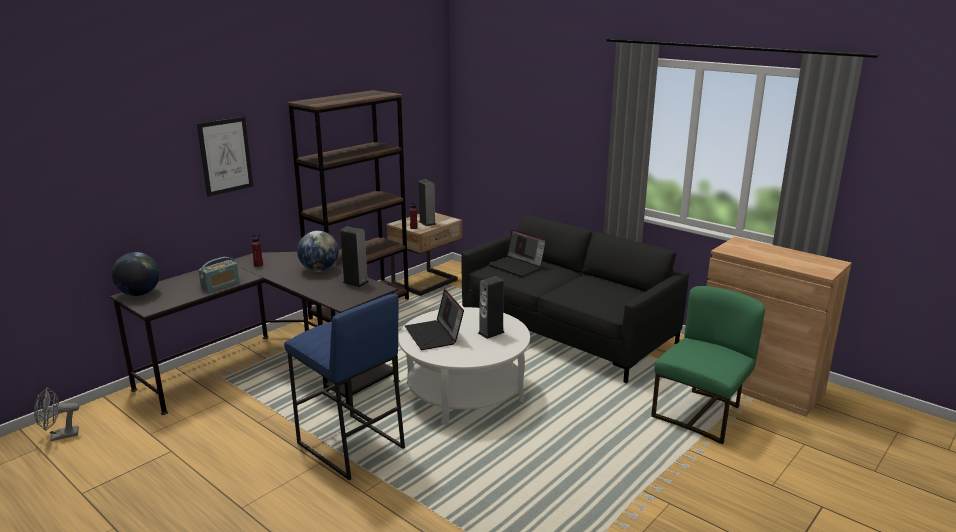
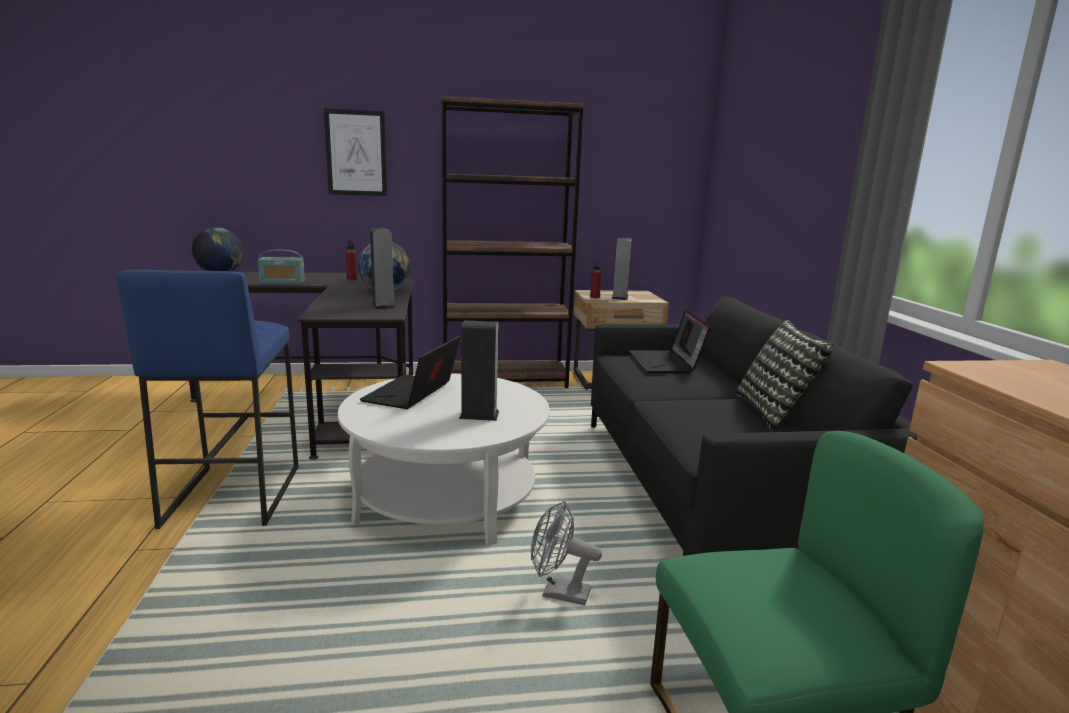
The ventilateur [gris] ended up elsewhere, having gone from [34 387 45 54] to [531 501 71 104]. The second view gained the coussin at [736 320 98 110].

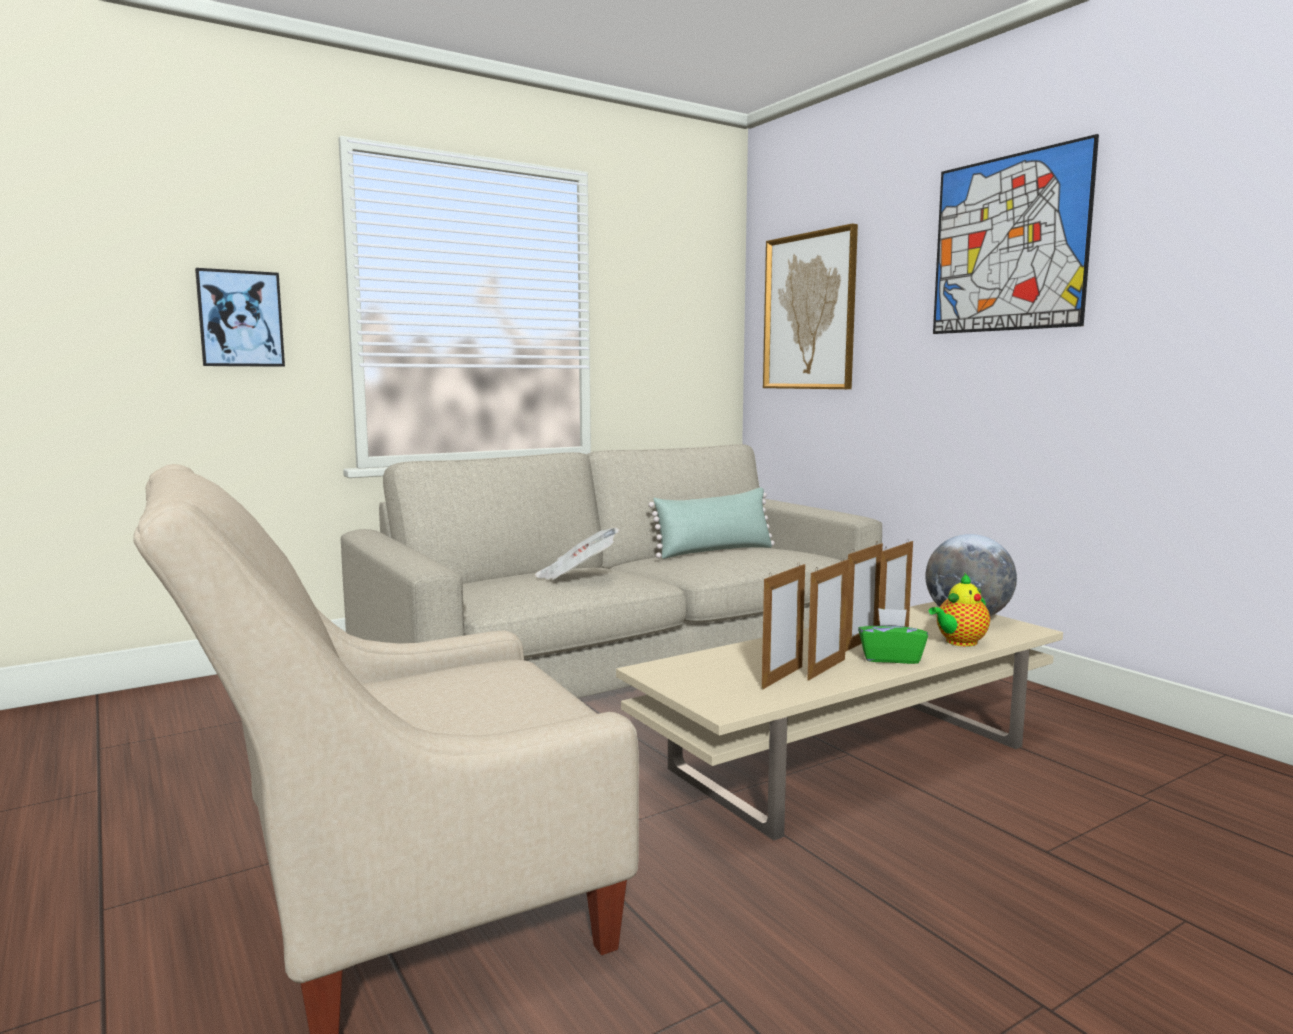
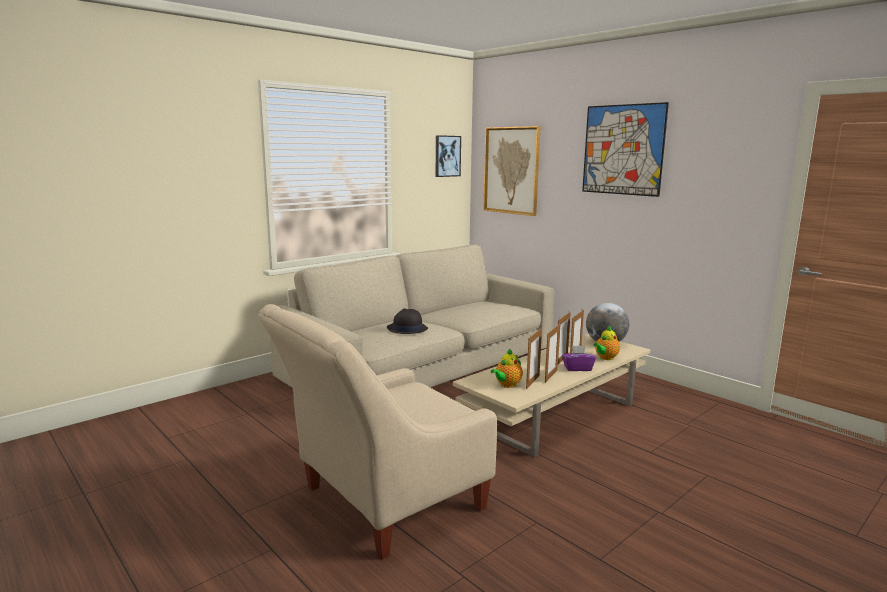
The tableau ended up elsewhere, having gone from [195 268 90 99] to [436 135 25 42]. Where the journal stood at [535 528 85 52], the chapeau [noir] came to stand at [387 308 41 26]. The second view lost the coussin [vert] at [648 487 127 72]. What was the boîte à mouchoirs [vert] at [858 608 70 56] turned into the boîte à mouchoirs [violet] at [562 345 34 26]. The second view gained the théière at [491 349 32 39].

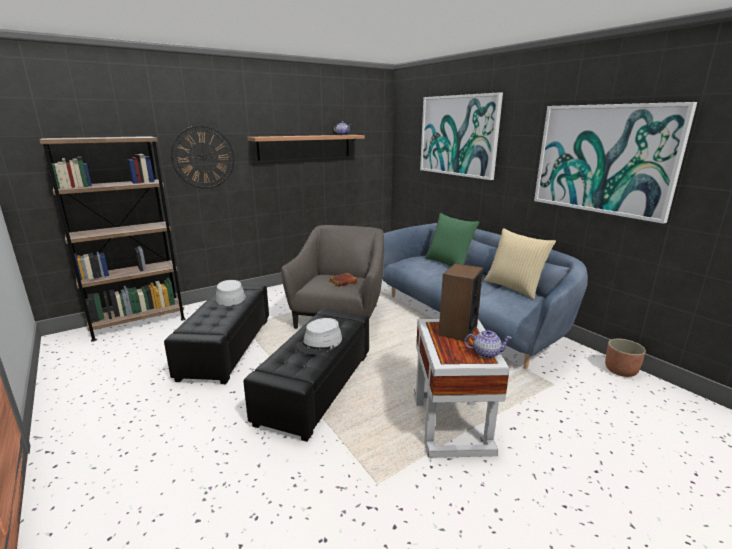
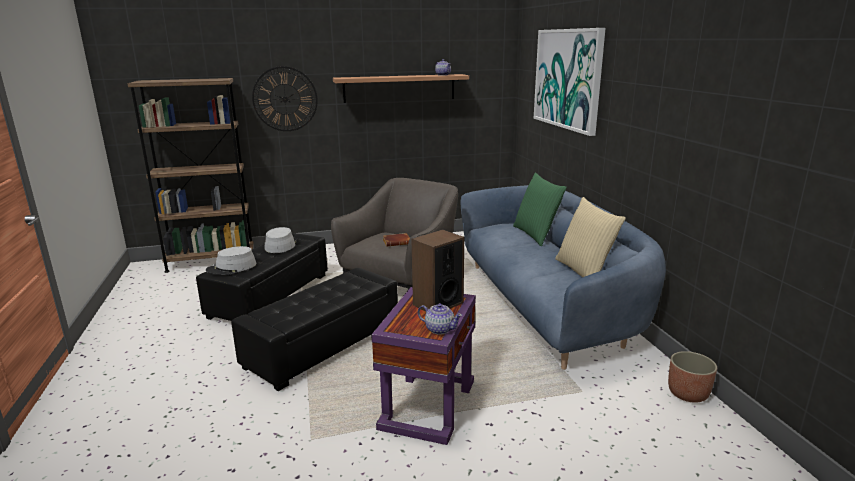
The chapeau [gris] ended up elsewhere, having gone from [296 318 46 37] to [206 246 50 29]. What was the table d'appoint [blanc] at [414 319 96 139] turned into the table d'appoint [violet] at [371 287 105 158]. The second view lost the tableau at [534 102 163 122].

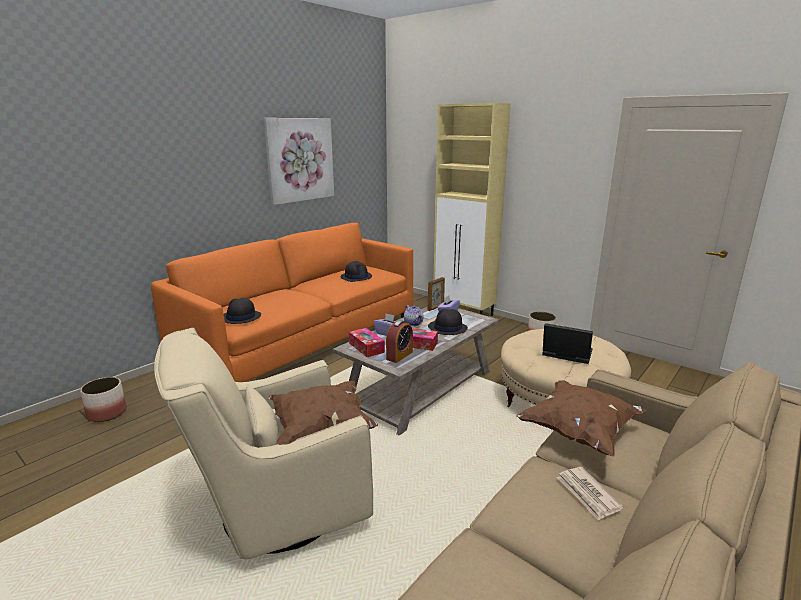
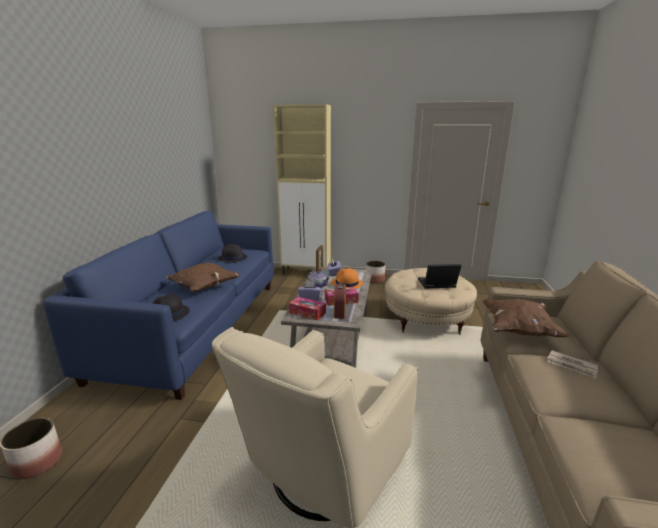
What was the canapé [orange] at [151 223 262 159] turned into the canapé [bleu] at [44 211 230 189]. The second view lost the tableau at [264 118 70 87]. The coussin [marron] ended up elsewhere, having gone from [268 381 110 64] to [165 263 76 29]. What was the chapeau [noir] at [428 309 40 26] turned into the chapeau [orange] at [331 268 32 21].

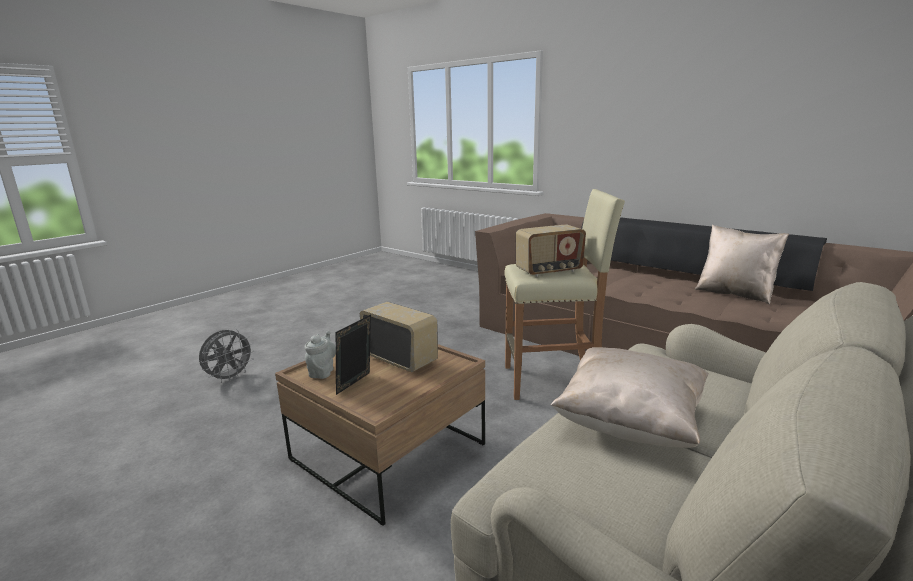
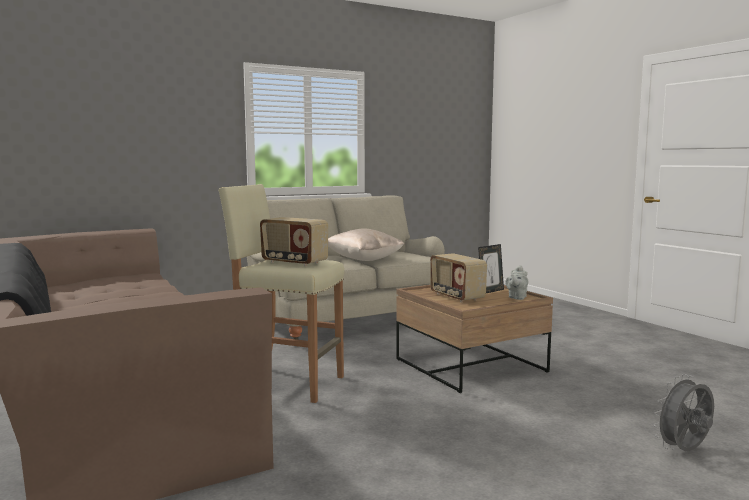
The radio at [516 224 70 53] ended up facing another way, 150 degrees counterclockwise from before. The second view lost the coussin [beige] at [695 225 94 80].

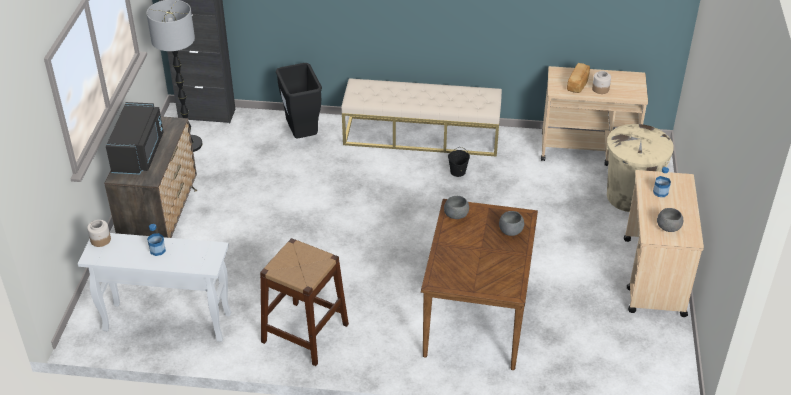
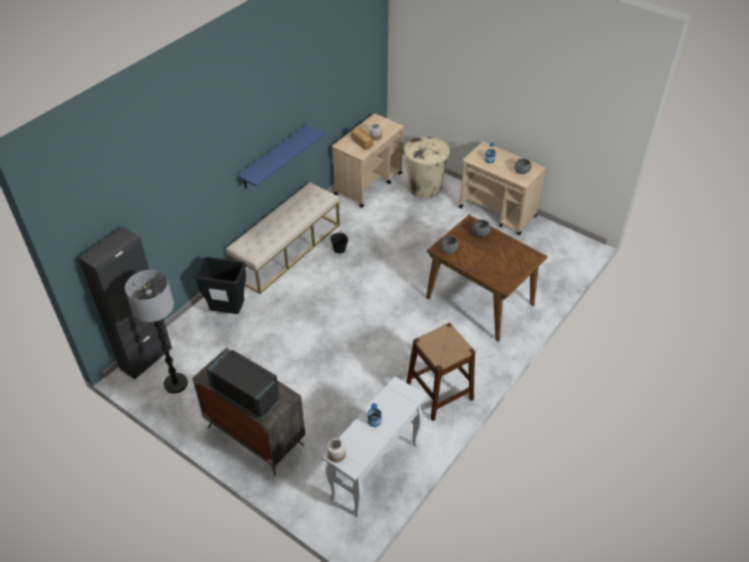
The second view gained the étagère [bleu] at [237 125 88 63].

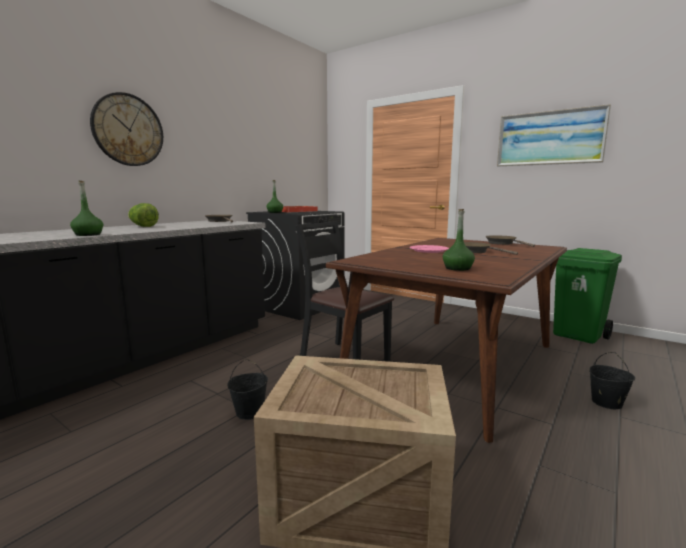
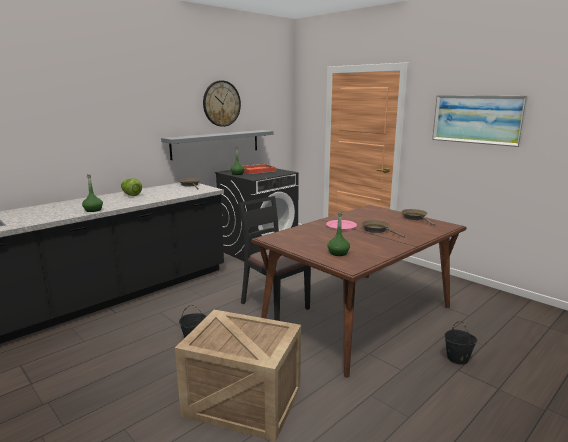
The horloge murale ended up elsewhere, having gone from [90 92 73 74] to [203 80 38 47]. The second view lost the poubelle [vert] at [553 248 69 96]. The second view gained the étagère [gris] at [161 130 112 30].

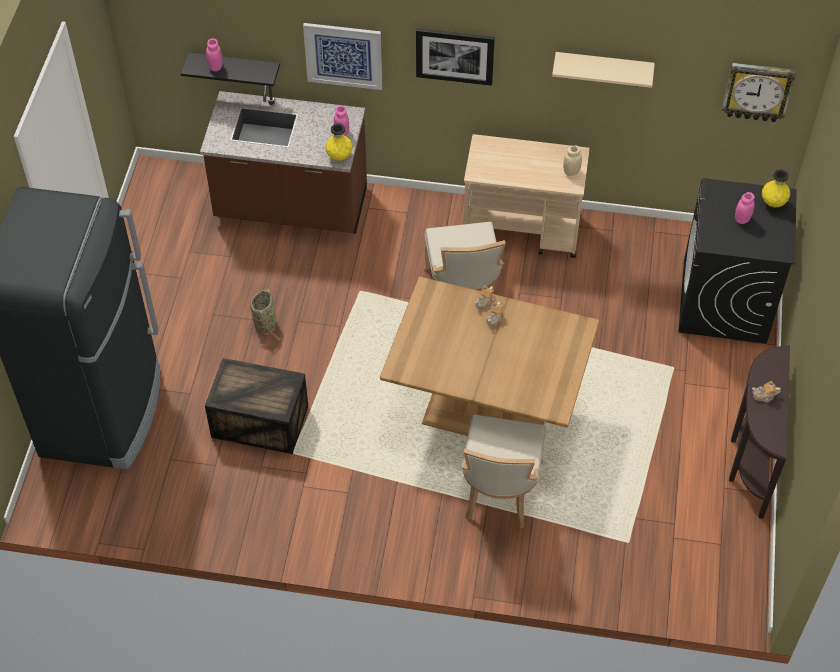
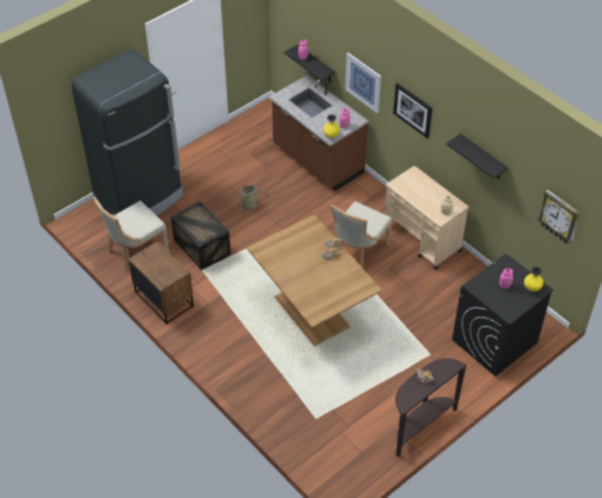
The chaise [beige] ended up elsewhere, having gone from [461 414 85 115] to [93 196 77 75]. What was the étagère [beige] at [552 52 103 36] turned into the étagère [noir] at [446 134 62 45]. The second view gained the table de chevet [marron] at [128 241 65 83].

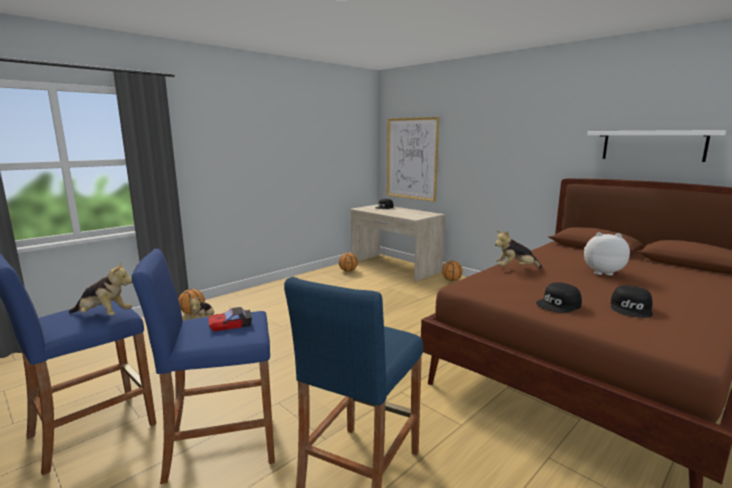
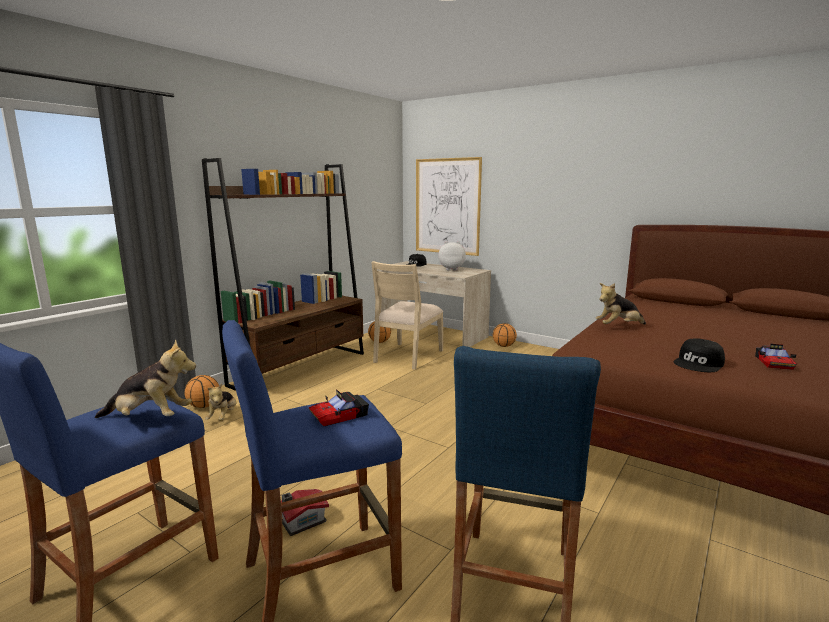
The peluche ended up elsewhere, having gone from [584 232 46 44] to [438 241 28 30]. The second view lost the étagère [blanc] at [587 130 139 32]. Where the casquette [noir] stood at [611 285 42 33], the petite voiture came to stand at [755 344 41 26]. The second view gained the bibliothèque [marron] at [202 158 162 233]. The second view gained the maison miniature at [281 489 48 47]. The second view gained the chaise [beige] at [371 261 72 109].

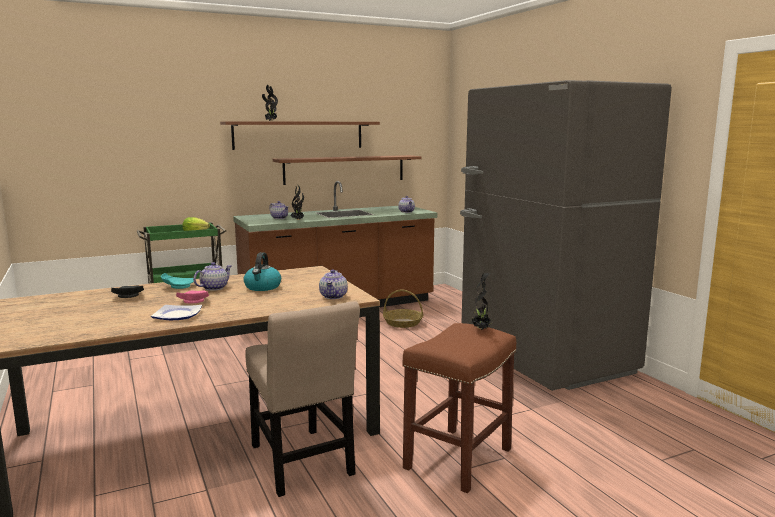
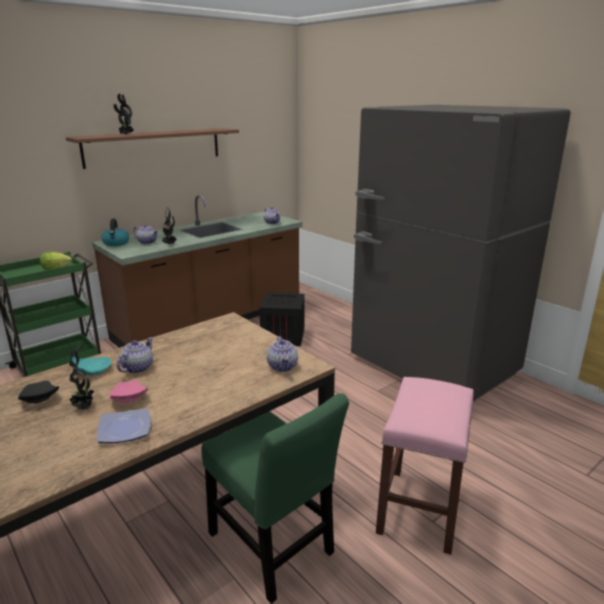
The bouilloire ended up elsewhere, having gone from [243 252 38 39] to [101 219 28 27]. What was the chaise [beige] at [245 301 115 196] turned into the chaise [vert] at [202 393 147 211]. The second view lost the étagère [marron] at [273 155 148 30]. Where the panier stood at [383 289 40 39], the caisse came to stand at [259 293 46 53]. What was the tabouret [marron] at [403 323 114 170] turned into the tabouret [rose] at [376 377 98 178]. The plante en pot ended up elsewhere, having gone from [471 273 21 57] to [69 345 27 65].

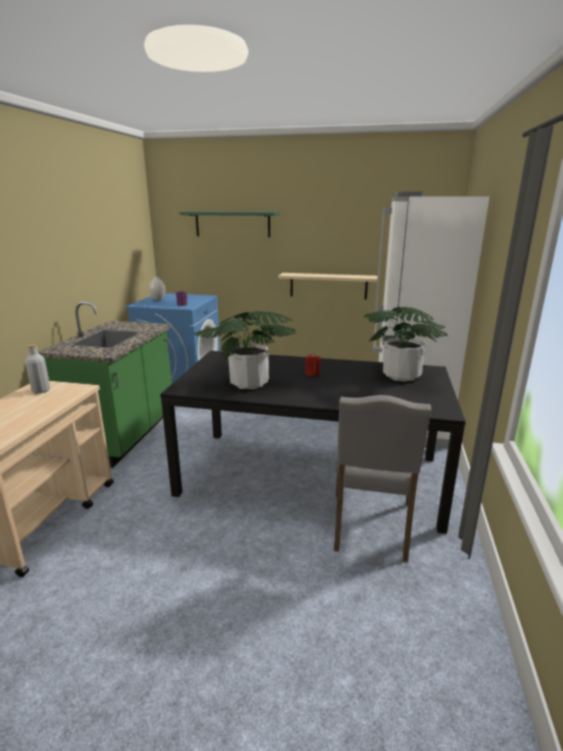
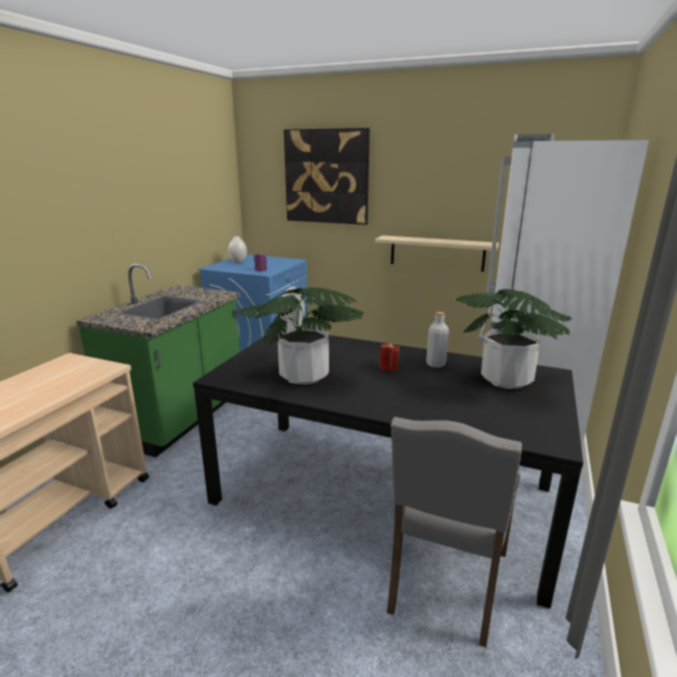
The bouteille [gris] ended up elsewhere, having gone from [25 344 25 50] to [426 312 23 56]. Where the étagère [vert] hung at [179 211 100 26], the tableau came to hang at [284 128 86 97].

